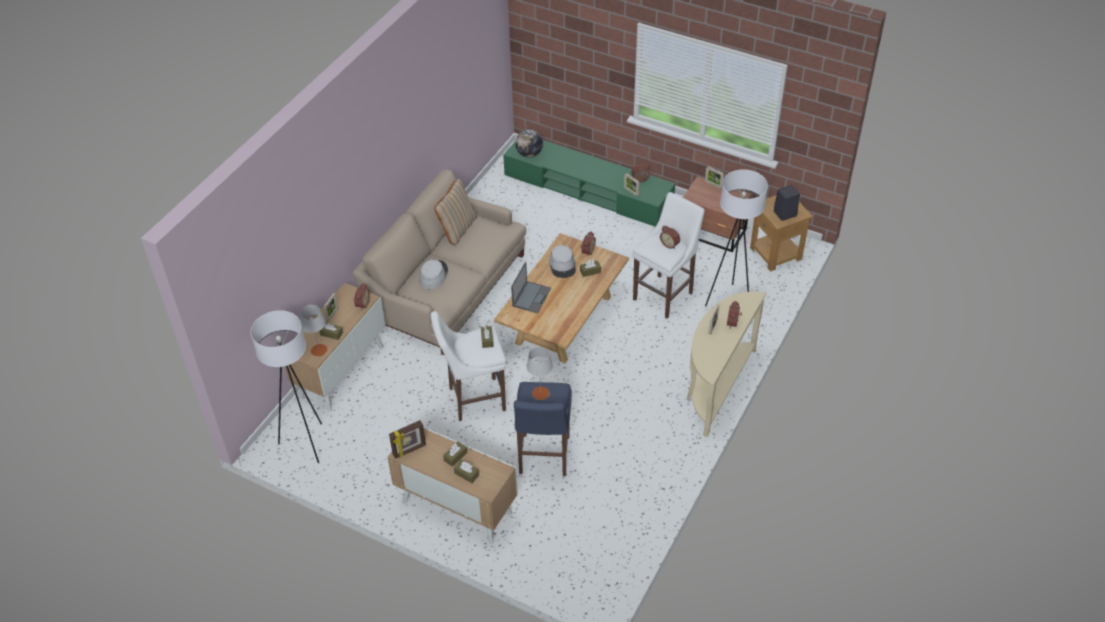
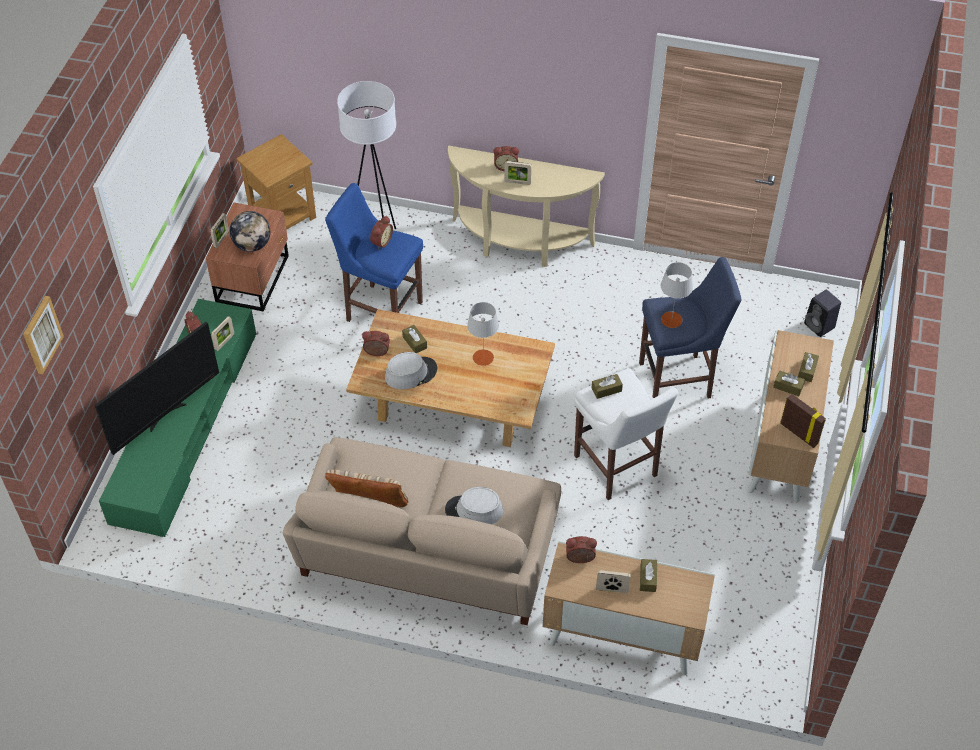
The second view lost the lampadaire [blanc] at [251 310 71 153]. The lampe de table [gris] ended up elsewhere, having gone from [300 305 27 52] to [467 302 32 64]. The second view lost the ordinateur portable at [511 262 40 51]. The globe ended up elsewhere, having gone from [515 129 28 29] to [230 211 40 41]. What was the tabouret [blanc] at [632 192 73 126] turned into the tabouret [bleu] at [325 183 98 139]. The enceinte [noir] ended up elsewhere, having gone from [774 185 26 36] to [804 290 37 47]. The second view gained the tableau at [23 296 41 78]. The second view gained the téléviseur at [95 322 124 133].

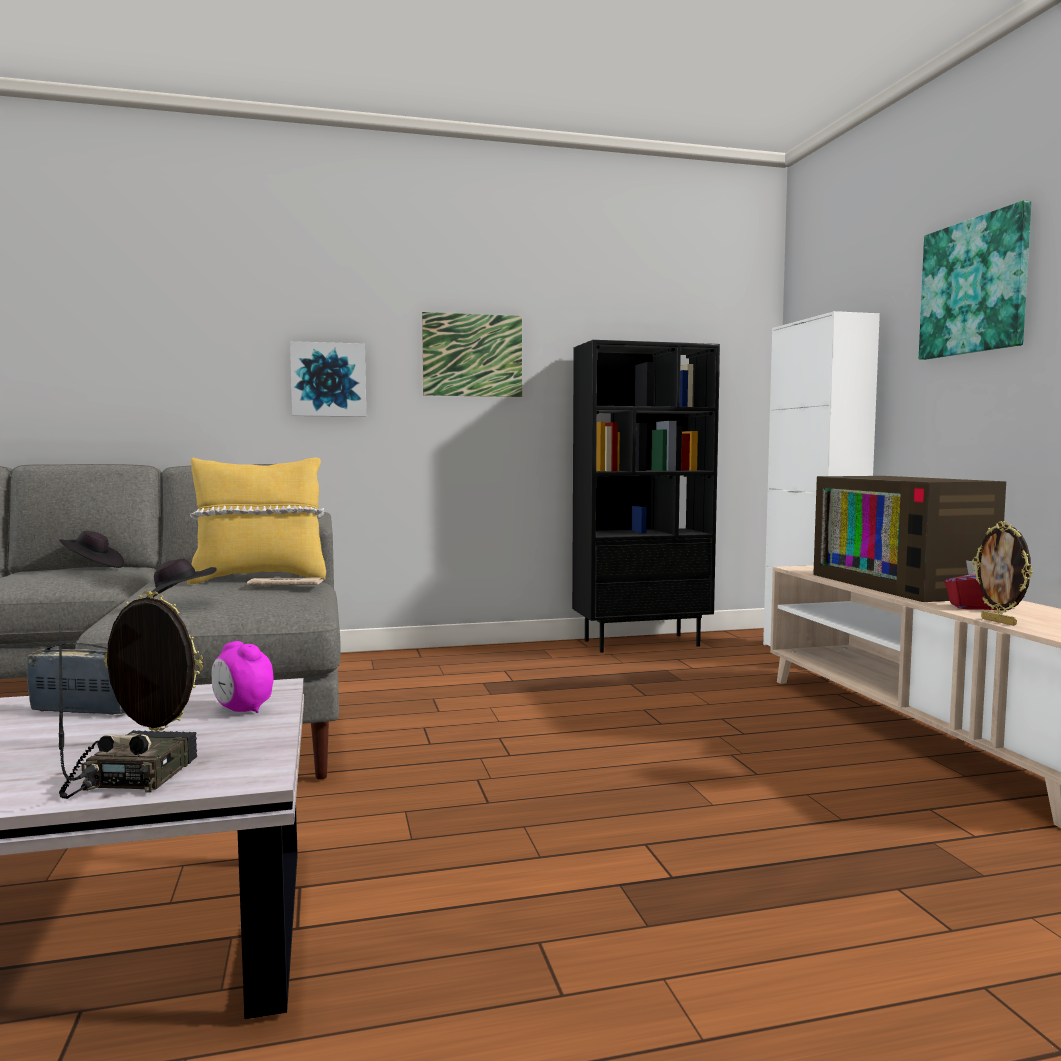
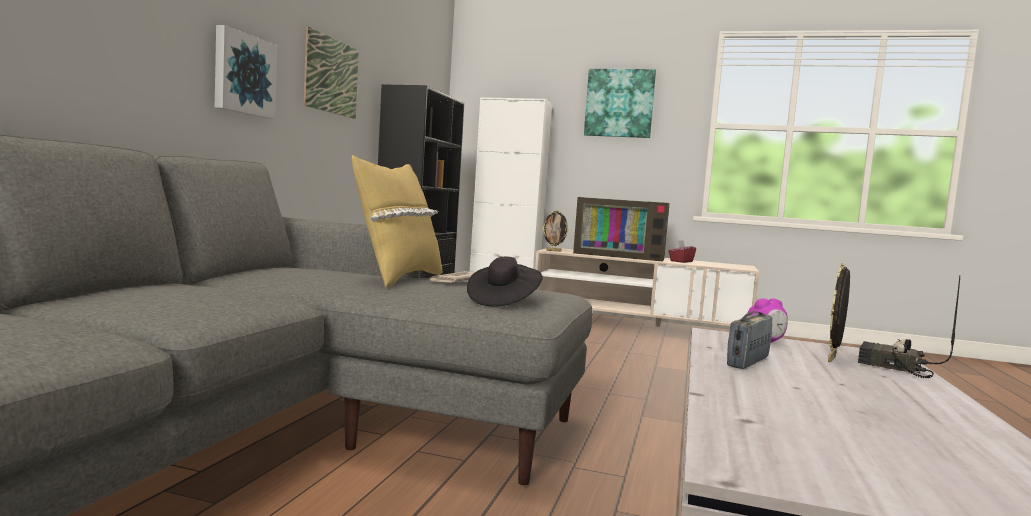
The second view lost the chapeau [noir] at [59 531 65 37]. The cadre photo ended up elsewhere, having gone from [972 521 61 105] to [542 210 27 42].

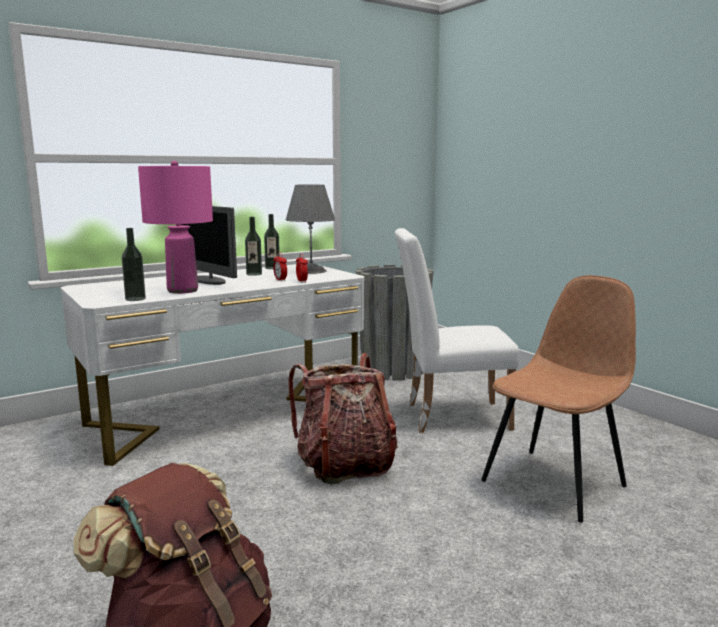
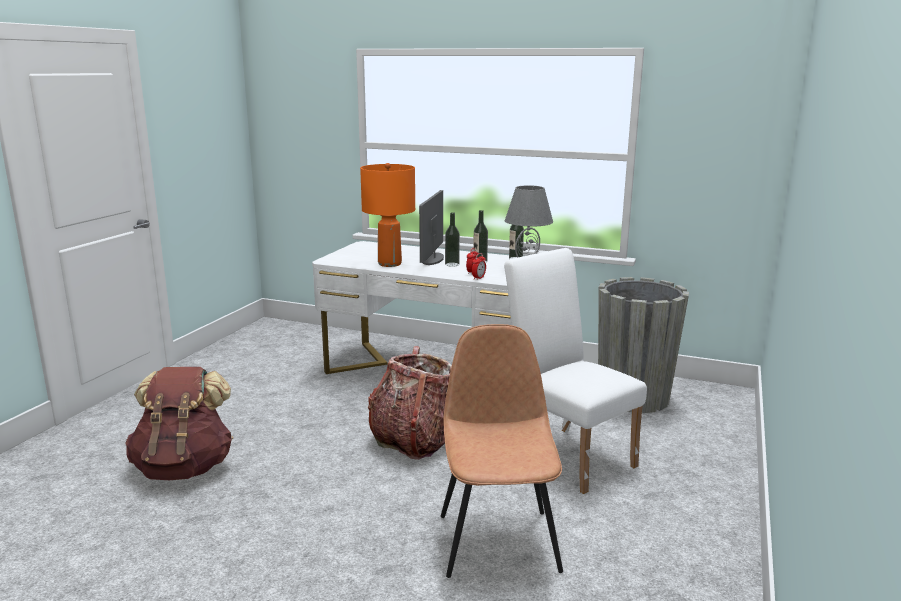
The bouteille ended up elsewhere, having gone from [122 228 24 73] to [445 212 15 55]. What was the lampe de table [rose] at [138 161 75 133] turned into the lampe de table [orange] at [360 163 55 104]. The chaise [marron] at [481 275 155 248] ended up facing another way, 105 degrees counterclockwise from before.

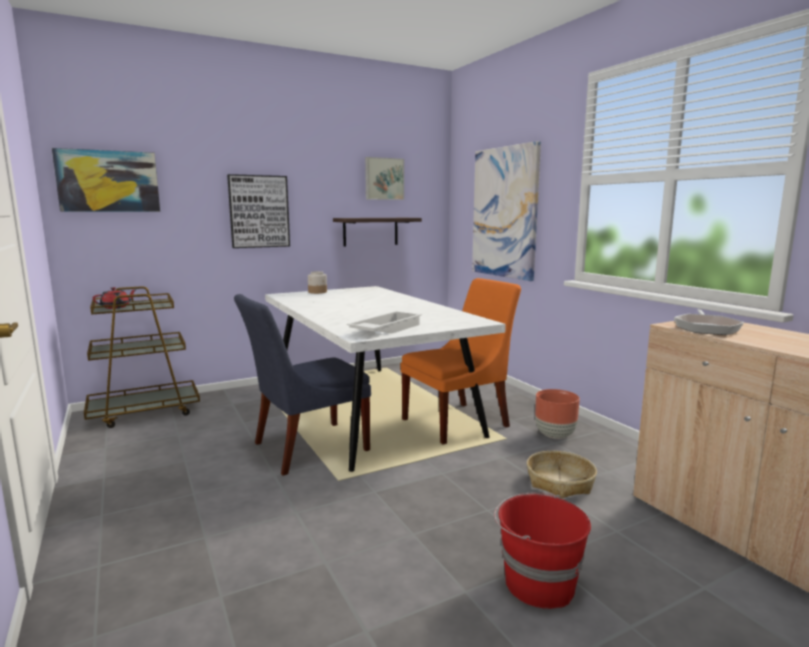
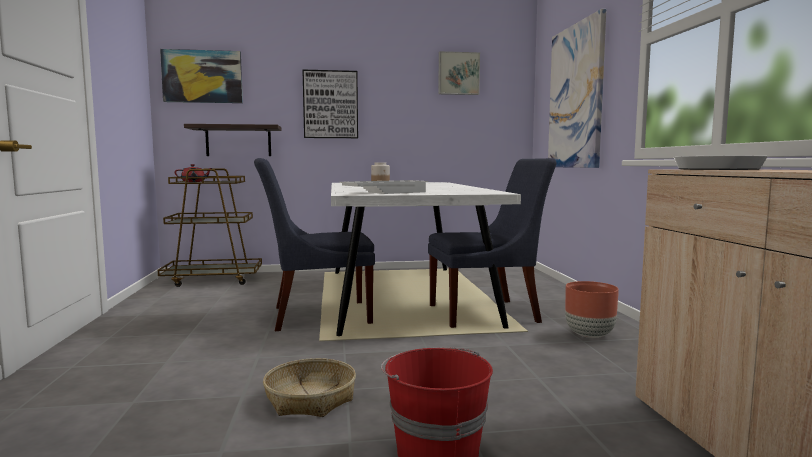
The étagère ended up elsewhere, having gone from [333 218 89 29] to [184 124 98 32]. What was the chaise [orange] at [401 278 120 166] turned into the chaise [bleu] at [428 158 128 170]. The panier ended up elsewhere, having gone from [527 451 70 47] to [263 358 93 59].

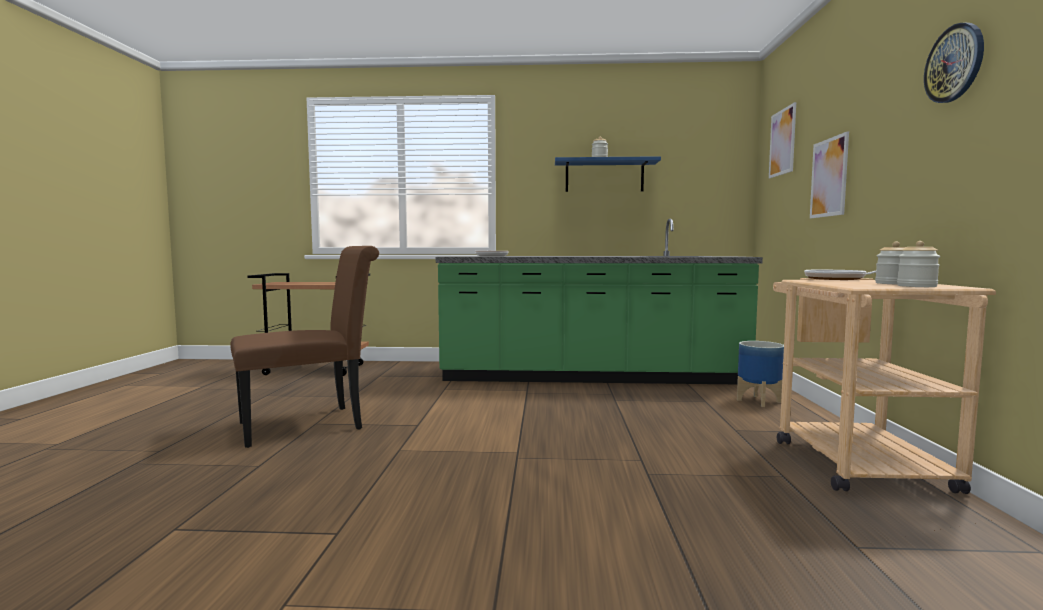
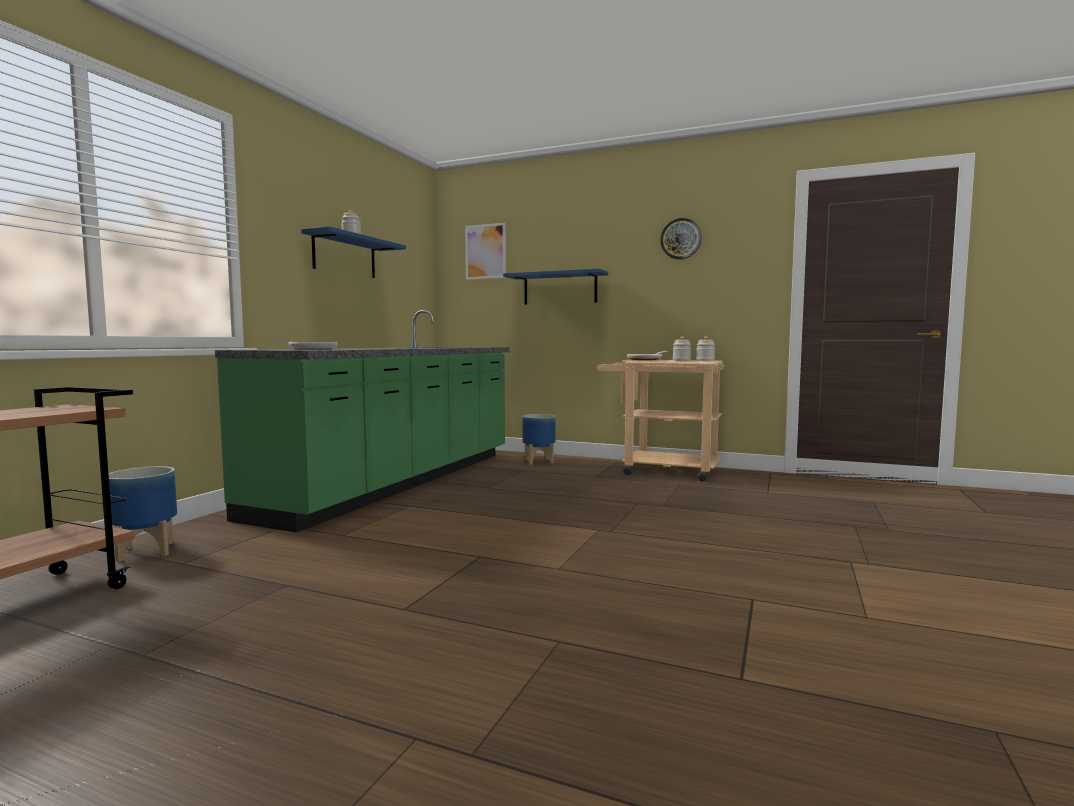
The second view lost the chaise [marron] at [230 246 149 202]. Where the tableau hung at [810 131 39 87], the étagère [bleu] came to hang at [503 268 105 37]. The second view gained the cache-pot at [108 466 69 96].

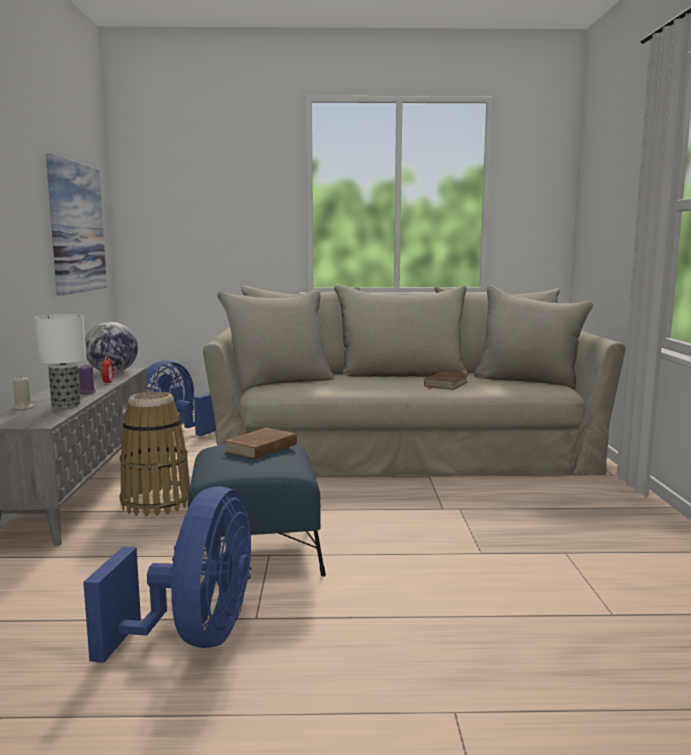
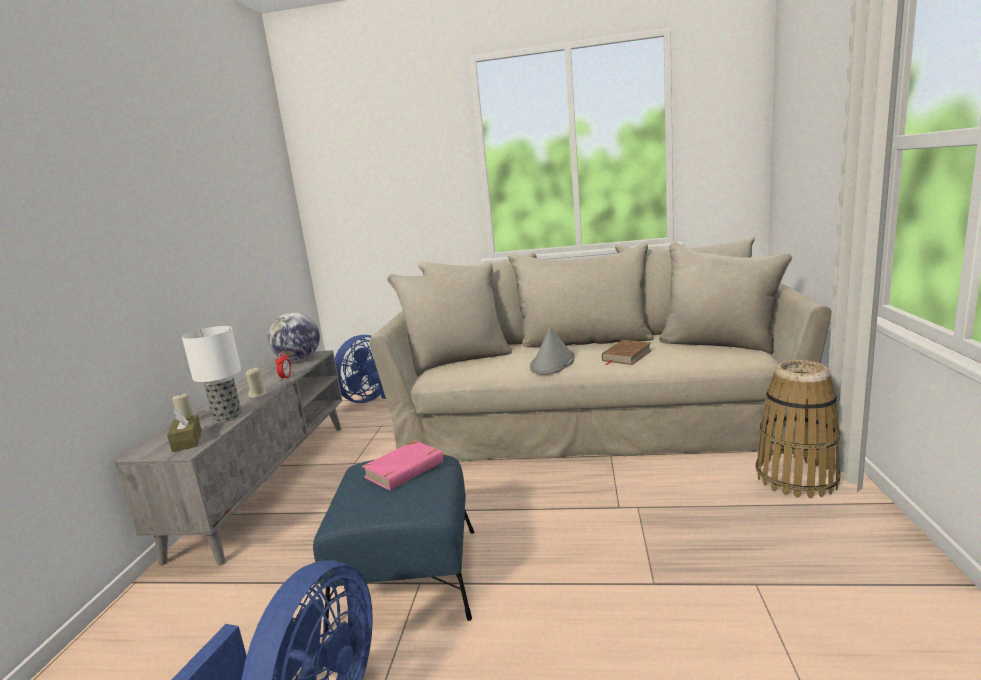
The second view lost the tableau at [46 153 61 142]. What was the bougie [violet] at [78 365 18 29] turned into the bougie [beige] at [245 368 22 30]. The panier ended up elsewhere, having gone from [120 392 70 124] to [756 360 85 138]. What was the livre [marron] at [224 428 73 31] turned into the livre [rose] at [362 441 84 49]. The second view gained the boîte à mouchoirs [marron] at [167 408 35 44]. The second view gained the chapeau [gris] at [530 327 45 48].

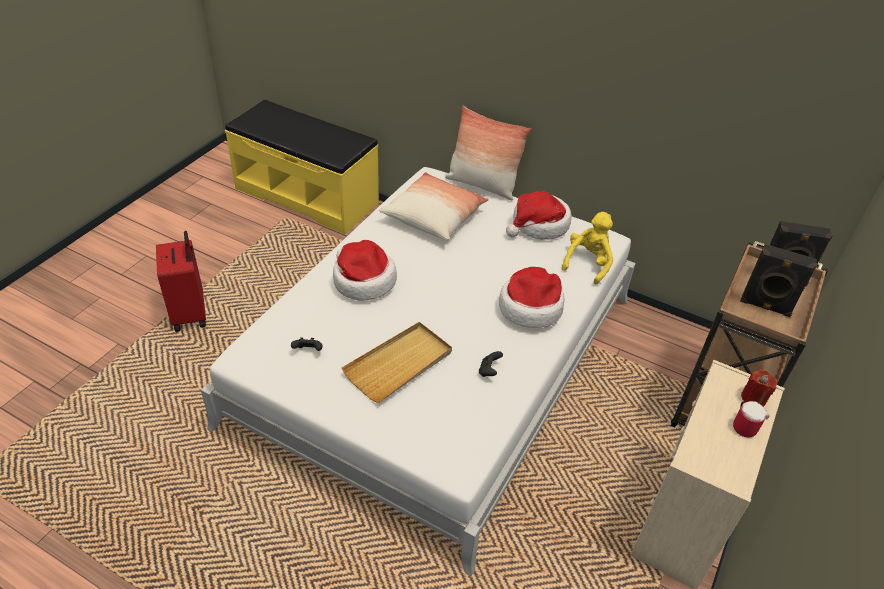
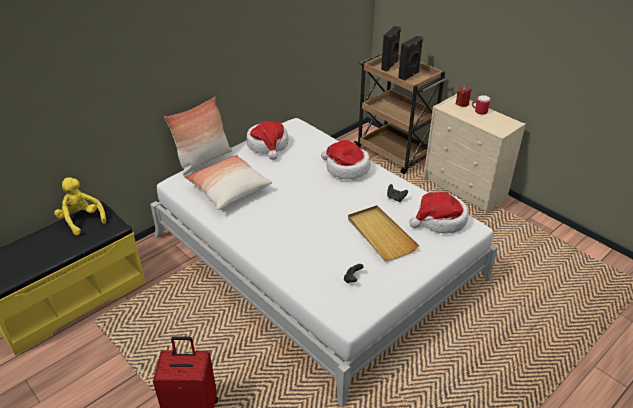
The chapeau ended up elsewhere, having gone from [333 240 64 60] to [409 192 59 42]. The peluche [jaune] ended up elsewhere, having gone from [562 212 51 73] to [54 177 52 58].

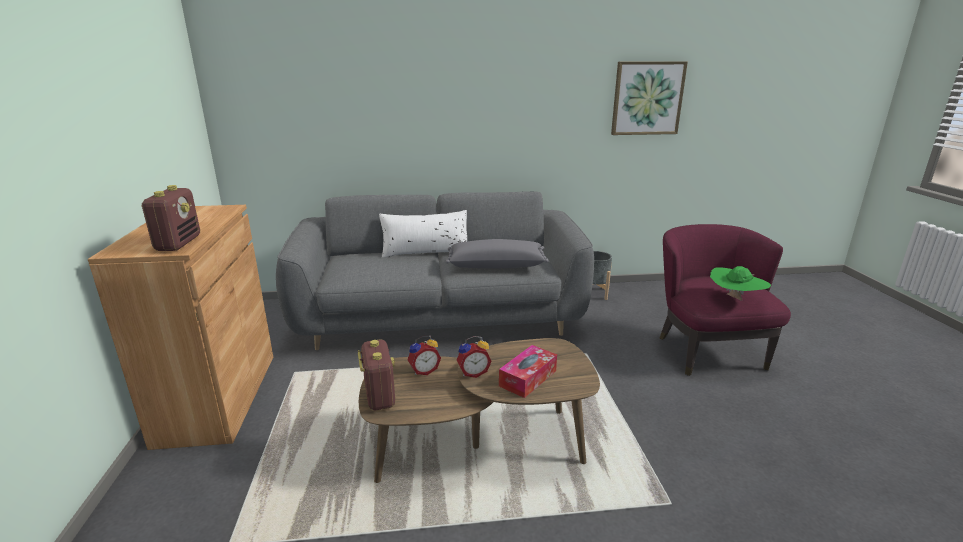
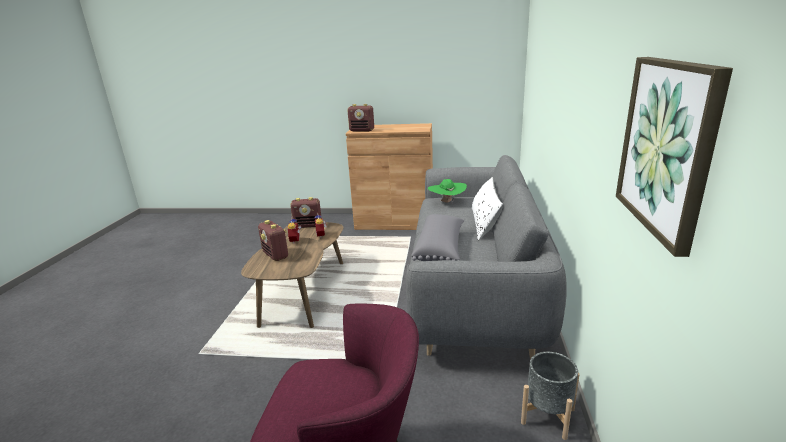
Where the boîte à mouchoirs stood at [499 345 58 53], the radio came to stand at [258 220 30 41]. The chapeau [vert] ended up elsewhere, having gone from [710 266 61 35] to [428 179 39 24].

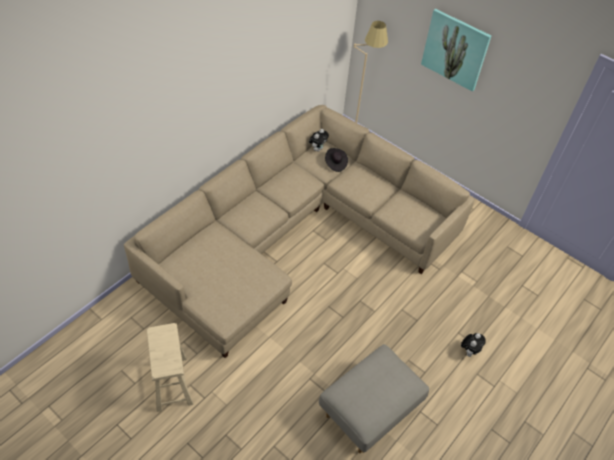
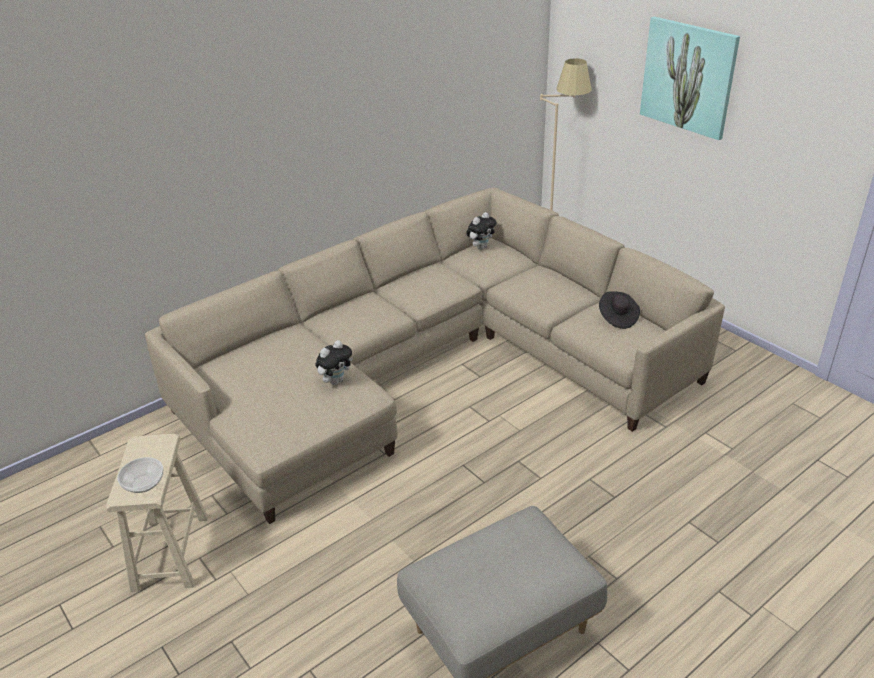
The chapeau [noir] ended up elsewhere, having gone from [325 148 23 24] to [599 291 41 38]. The peluche ended up elsewhere, having gone from [461 333 25 24] to [315 340 38 45]. The second view gained the bol at [117 457 46 36].

